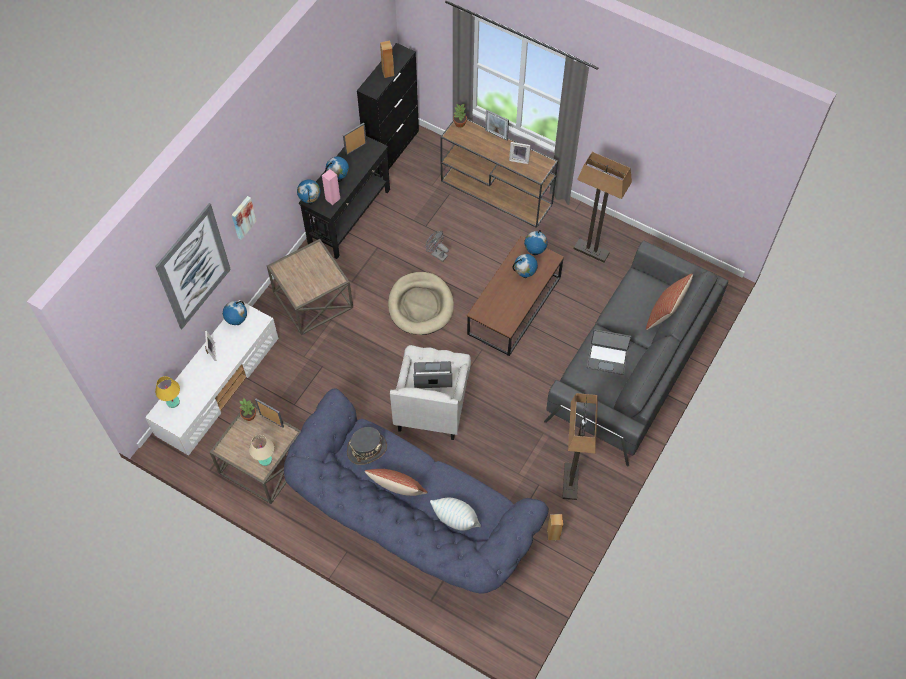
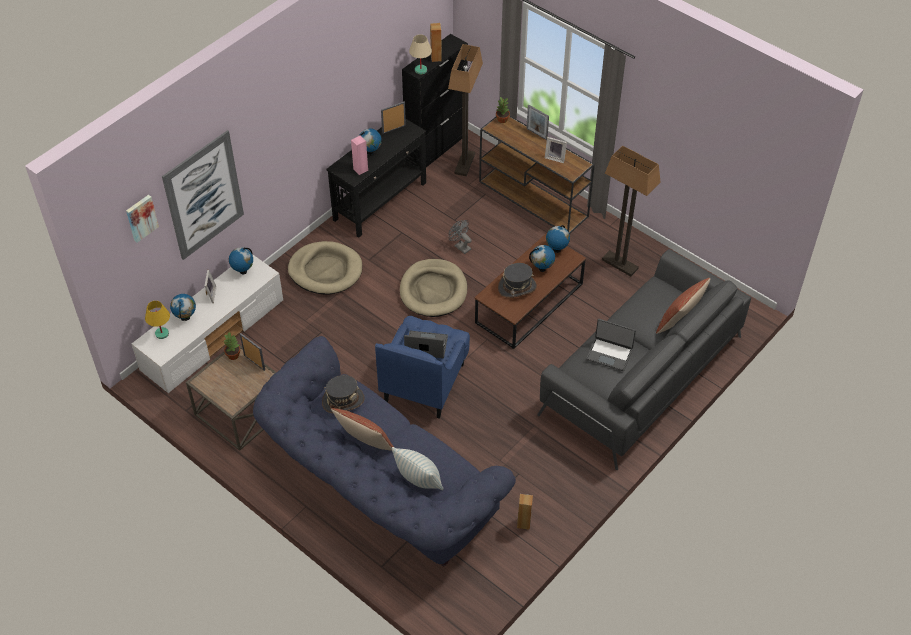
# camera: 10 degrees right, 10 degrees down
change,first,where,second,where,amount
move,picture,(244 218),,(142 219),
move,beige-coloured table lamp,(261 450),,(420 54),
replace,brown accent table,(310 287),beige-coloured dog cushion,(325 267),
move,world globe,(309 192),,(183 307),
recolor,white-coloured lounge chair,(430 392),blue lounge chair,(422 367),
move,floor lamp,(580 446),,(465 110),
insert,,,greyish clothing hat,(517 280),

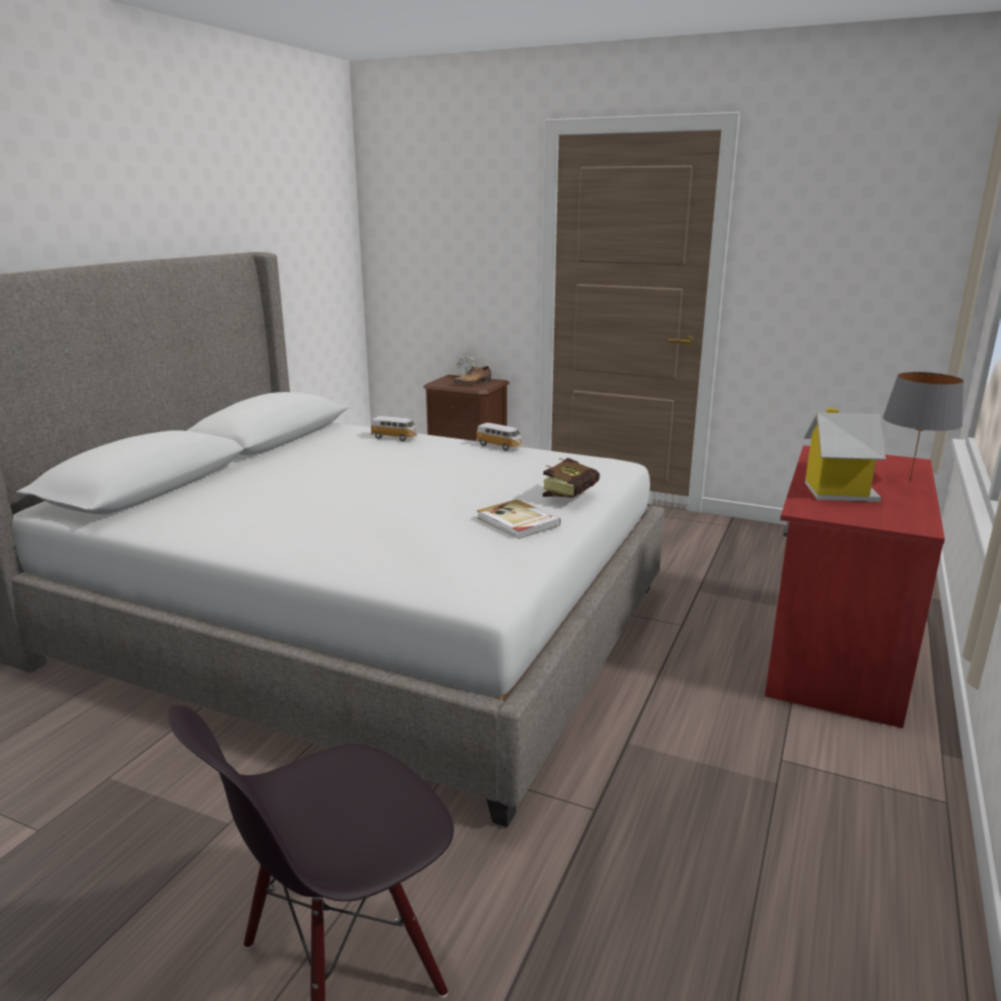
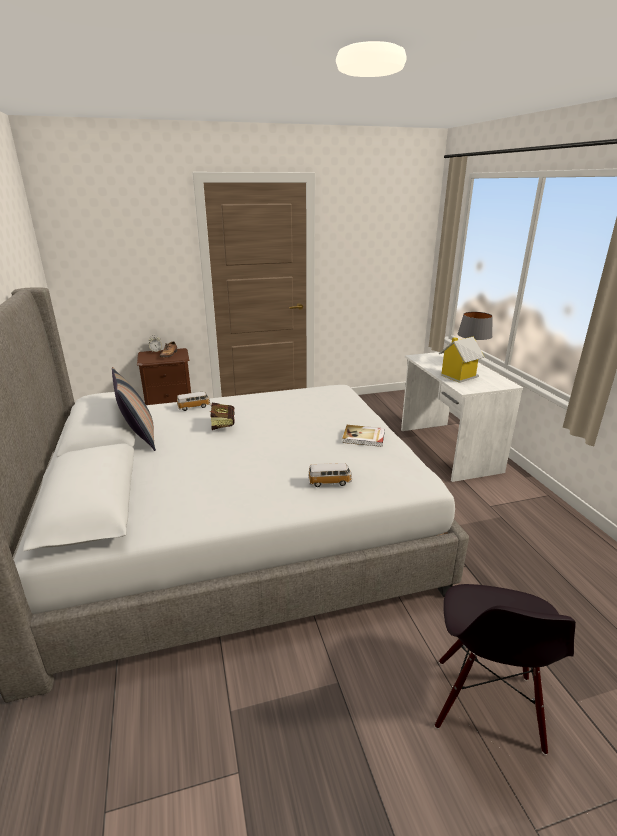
# camera: 40 degrees left, 5 degrees up
change,first,where,second,where,amount
move,model car,(499 437),,(330 475),
move,book,(571 478),,(222 416),
recolor,red desk unit,(855 586),white-coloured desk unit,(462 417),
insert,,,cushion,(134 409),

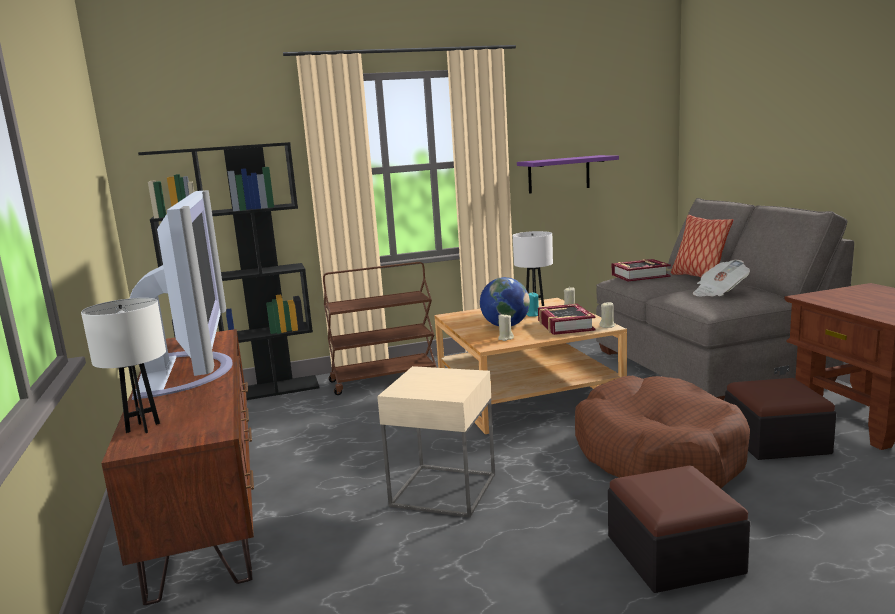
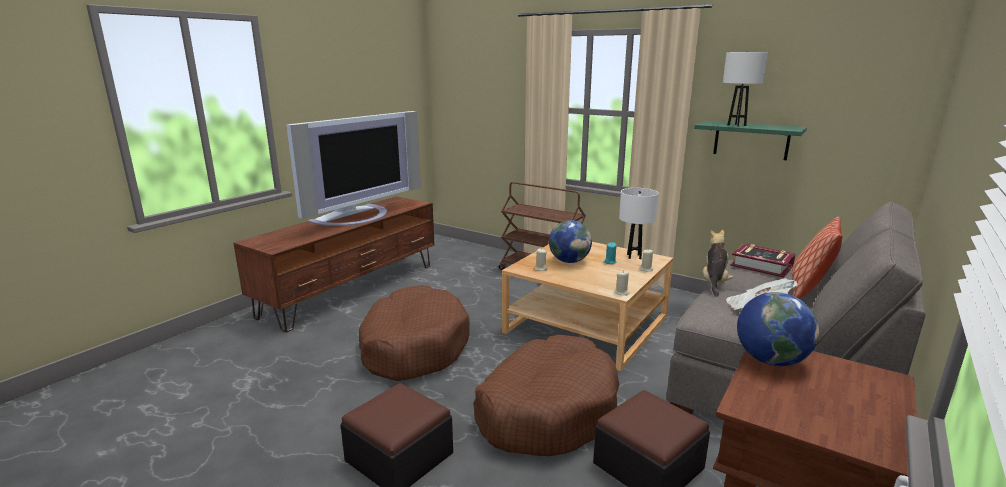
# camera: 50 degrees right, 5 degrees up
change,first,where,second,where,amount
move,white-coloured table lamp,(123 365),,(745 89),
delete,black bookshelf,(228 271),,,
replace,beige-coloured accent table,(436 442),brown dog cushion,(414 333),
recolor,purple wall shelf,(568 174),greenish wall shelf,(750 140),
delete,book,(567 319),,,
insert,,,plush toy,(718 263),
insert,,,world globe,(778 329),

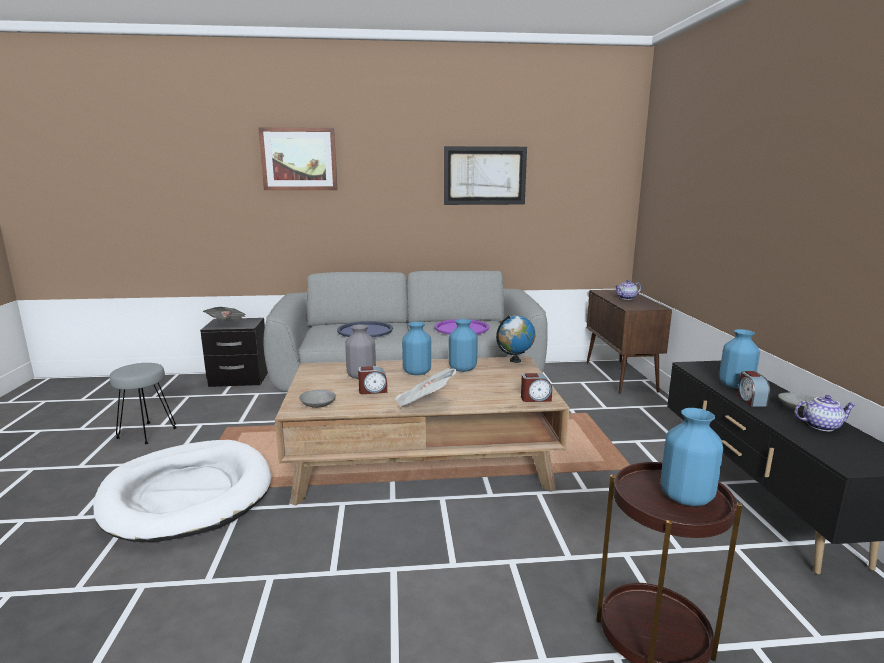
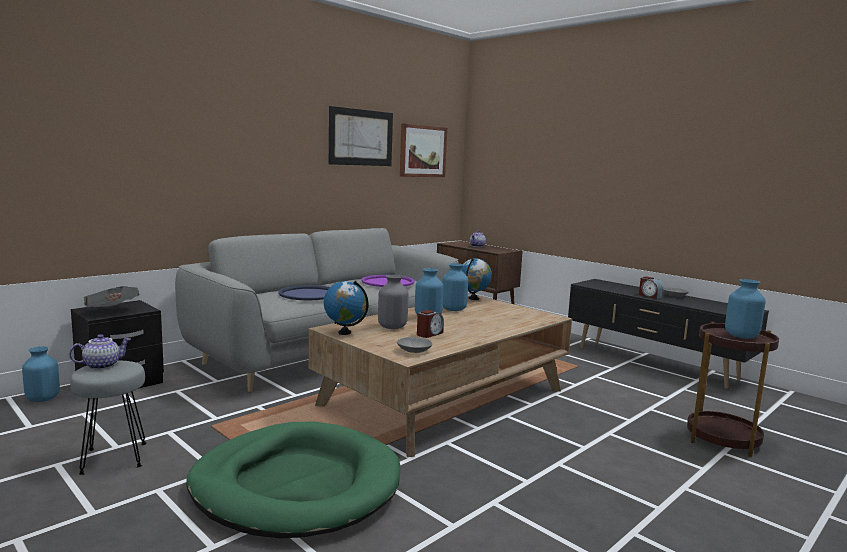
# camera: 40 degrees left, 5 degrees down
change,first,where,second,where,amount
recolor,white-coloured dog cushion,(182 491),greenish dog cushion,(293 479),
move,picture,(298 158),,(423 150),
delete,daily paper,(426 388),,,
delete,bedside clock,(536 387),,,
move,blue flower vase,(739 359),,(41 374),
move,pot for tea,(825 413),,(100 352),
insert,,,world globe,(346 308),

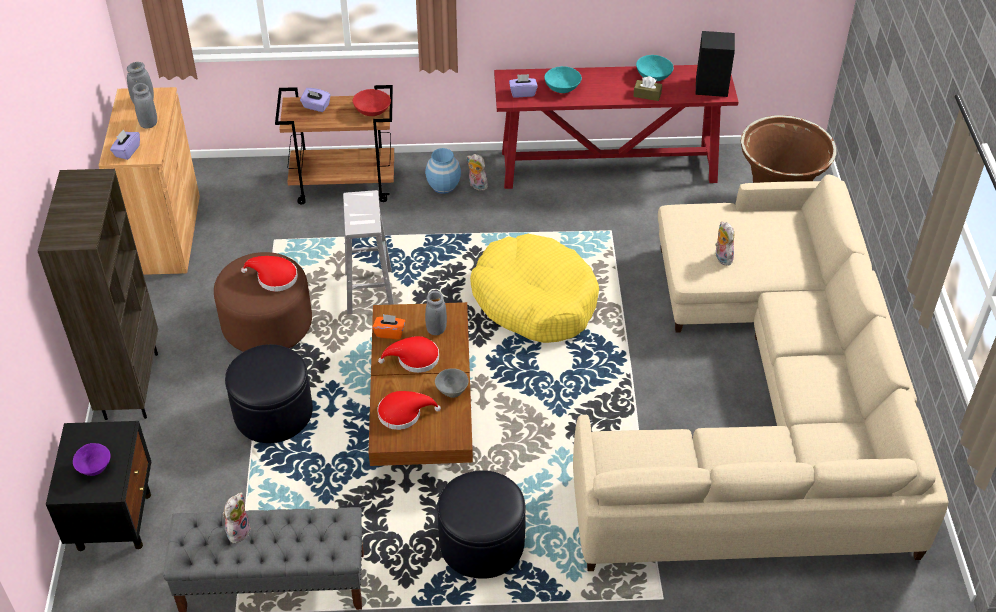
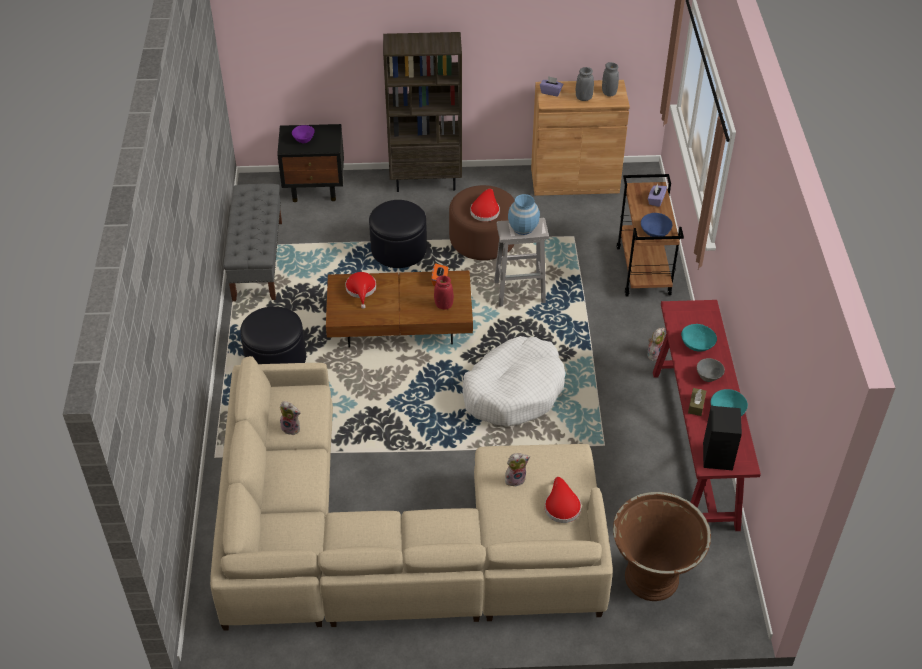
# camera: 90 degrees right, 0 degrees up
change,first,where,second,where,amount
move,plush toy,(237 517),,(290 418),
recolor,red bowl,(372 102),blue bowl,(657 225),
move,red clothing hat,(408 354),,(563 500),
move,blue flower vase,(443 171),,(524 214),
recolor,greyish flower vase,(436 313),red flower vase,(444 292),
move,greyish bowl,(452 383),,(711 370),
recolor,yellowish dog cushion,(534 288),white-coloured dog cushion,(513 381),
delete,purple box of tissues,(523 86),,,

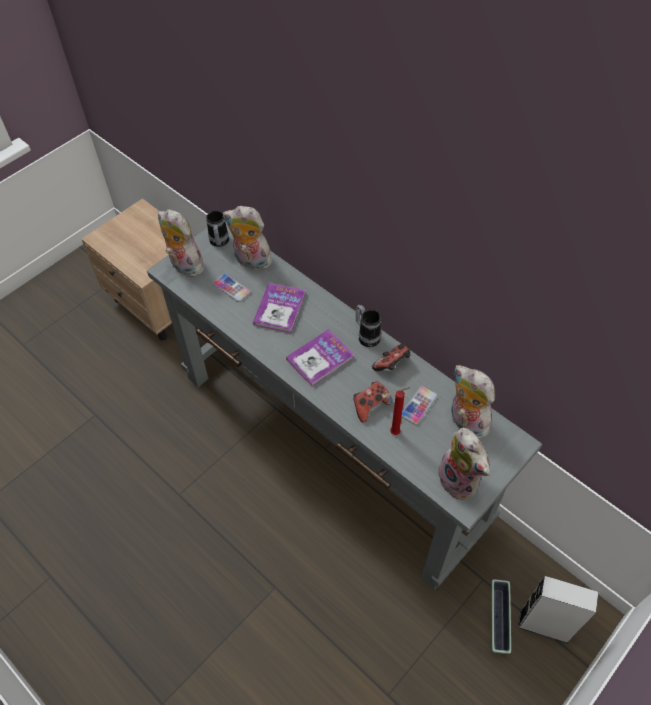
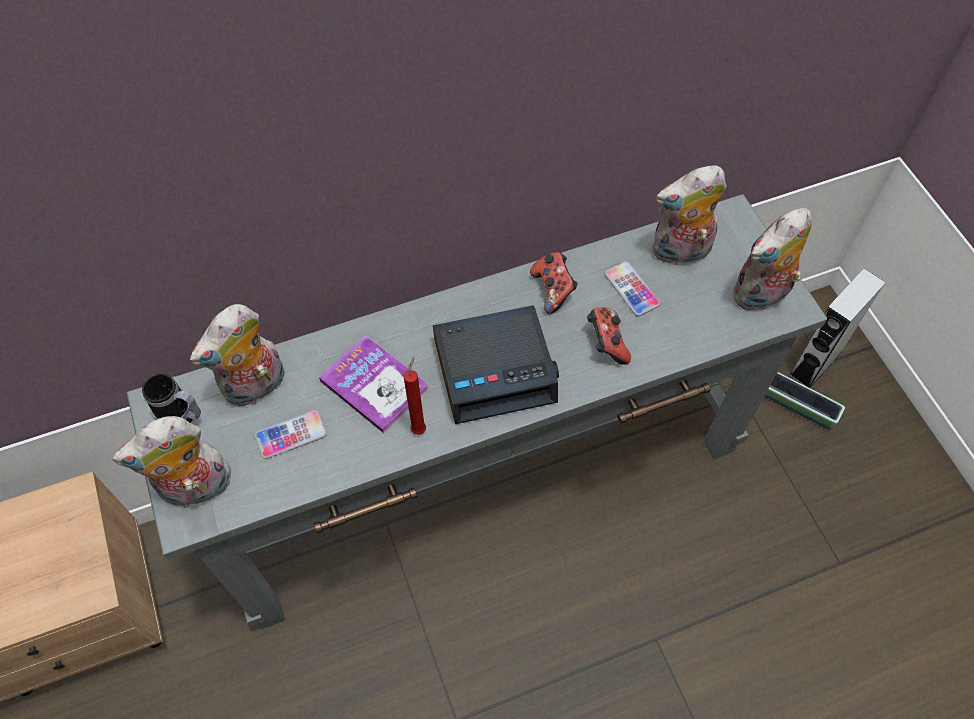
# camera: 65 degrees left, 5 degrees up
change,first,where,second,where,amount
replace,book,(320 358),bedside clock,(496 364),
delete,mug,(368 326),,,
move,red wax candle,(400 411),,(415 396),
rotate,plush toy,(464 464),,(772 259),150 degrees clockwise

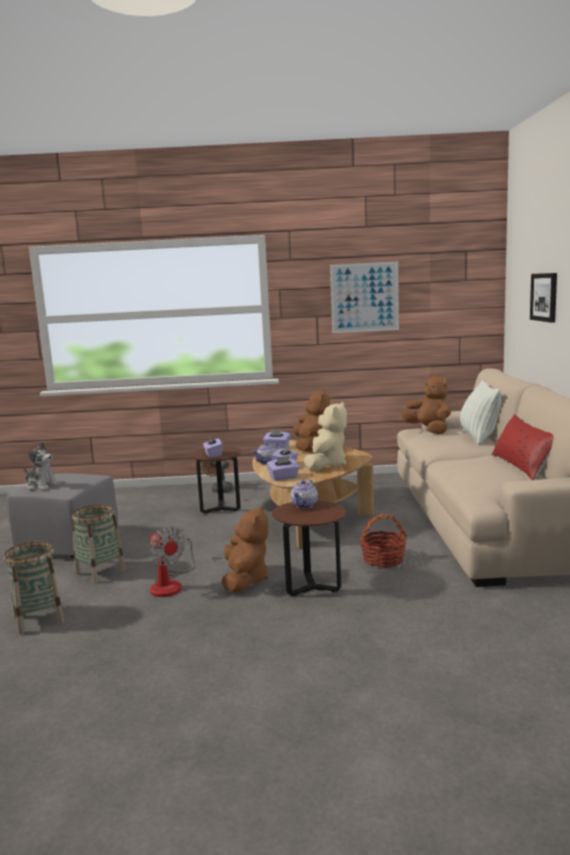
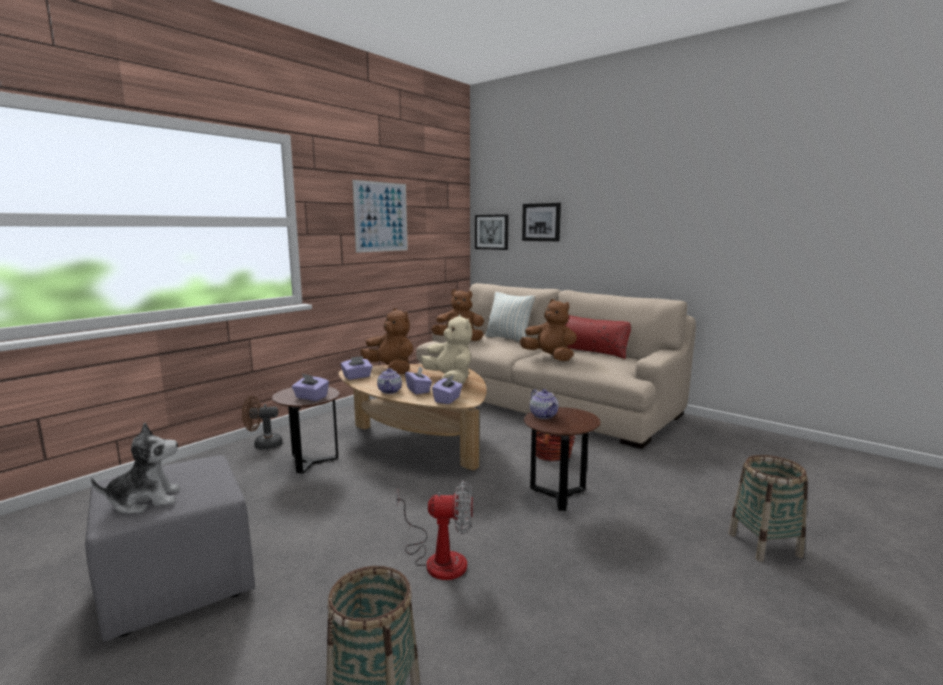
# camera: 50 degrees left, 0 degrees up
change,first,where,second,where,amount
move,household basket,(99 543),,(768 508),
move,brown plush toy,(245 549),,(548 330),
insert,,,picture,(492 232),

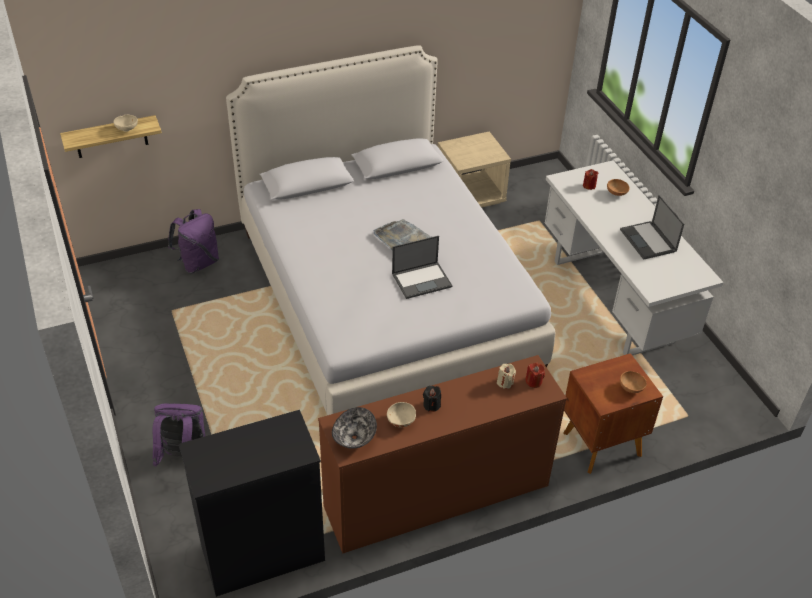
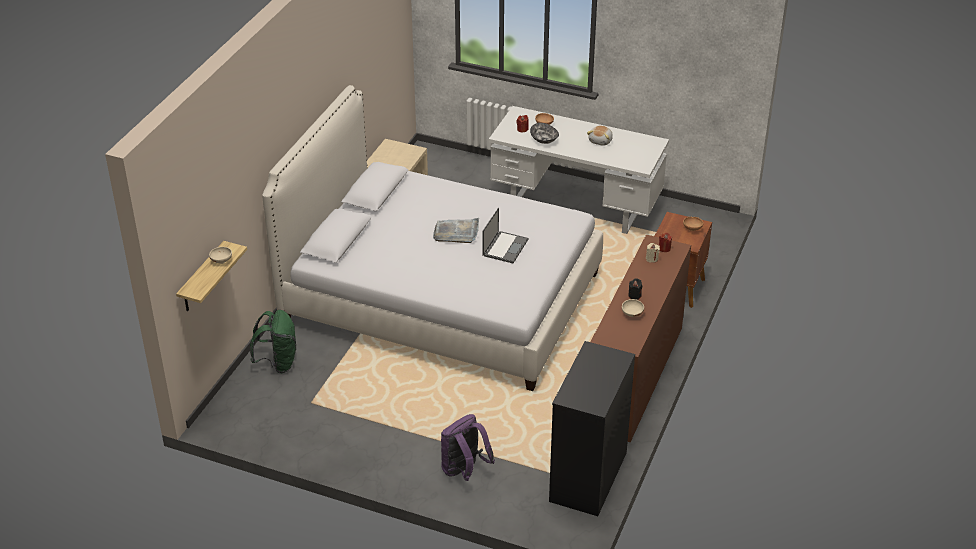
# camera: 45 degrees left, 5 degrees down
change,first,where,second,where,amount
recolor,purple backpack,(193 241),greenish backpack,(273 341),
move,bowl,(354 428),,(544 133),
replace,portable computer,(652 227),plush toy,(600 136),

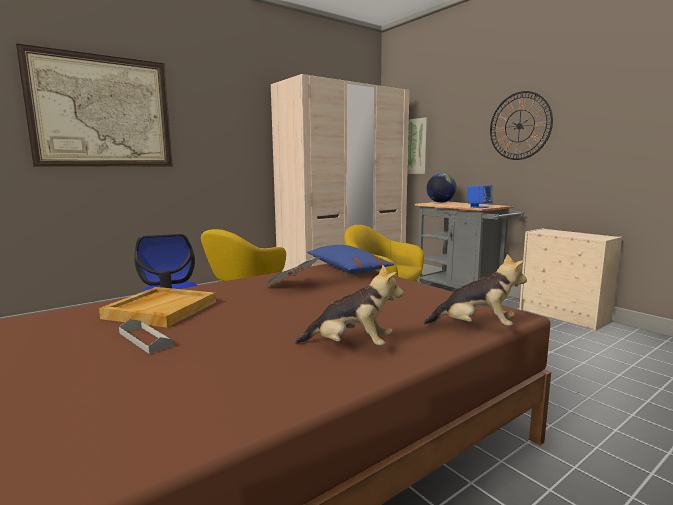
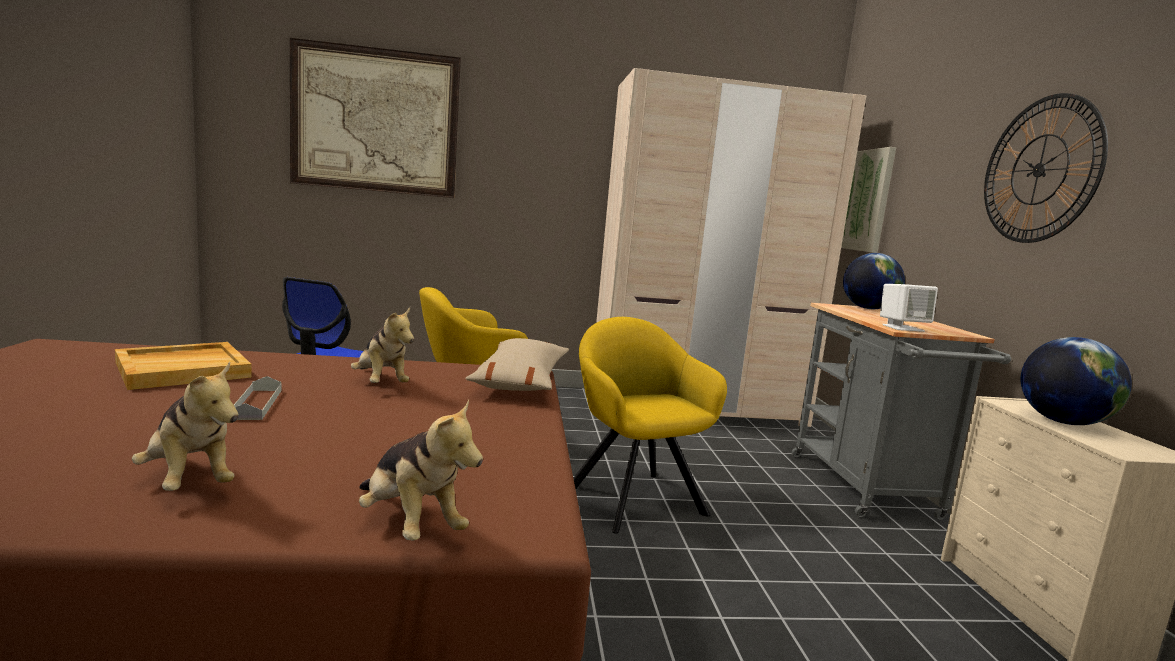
# camera: 30 degrees right, 0 degrees up
change,first,where,second,where,amount
move,greyish tray,(146 336),,(258 398),
replace,daily paper,(292 271),plush toy,(382 345),
recolor,blue cushion,(350 259),beige-coloured cushion,(517 364),
recolor,blue audio speaker,(480 196),white-coloured audio speaker,(909 308),
insert,,,world globe,(1076 381),

